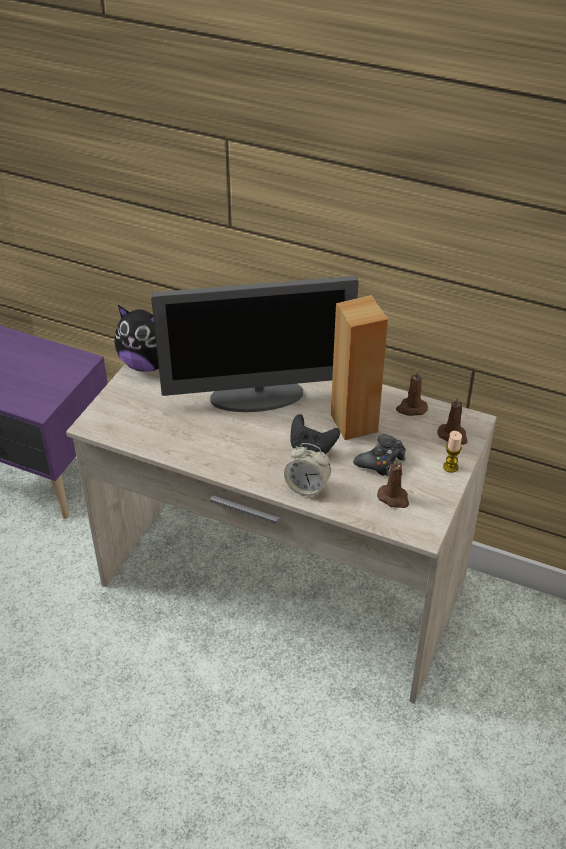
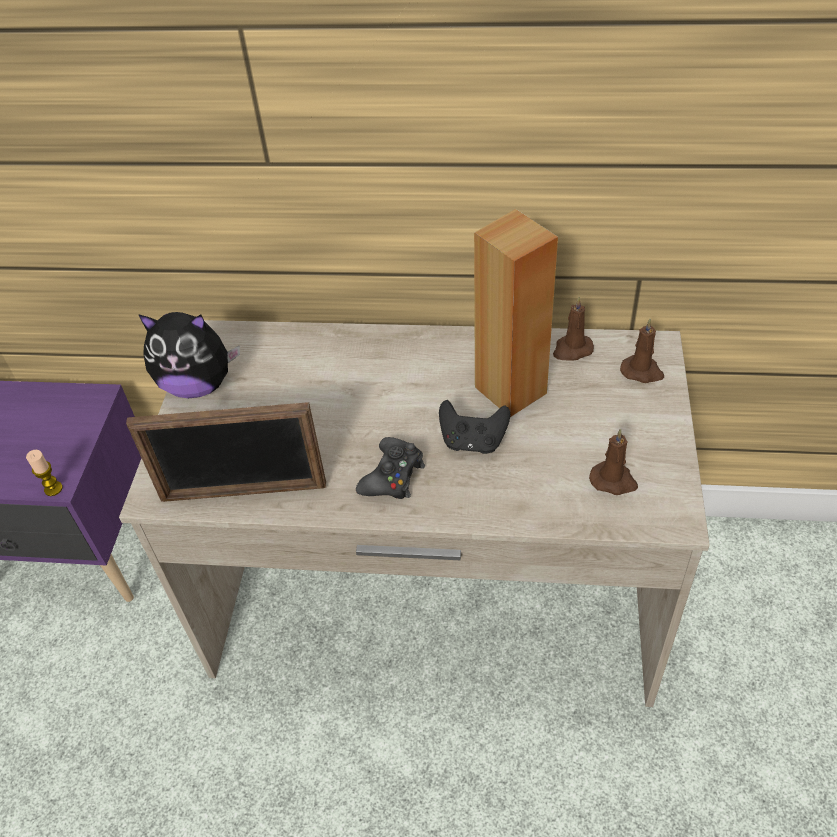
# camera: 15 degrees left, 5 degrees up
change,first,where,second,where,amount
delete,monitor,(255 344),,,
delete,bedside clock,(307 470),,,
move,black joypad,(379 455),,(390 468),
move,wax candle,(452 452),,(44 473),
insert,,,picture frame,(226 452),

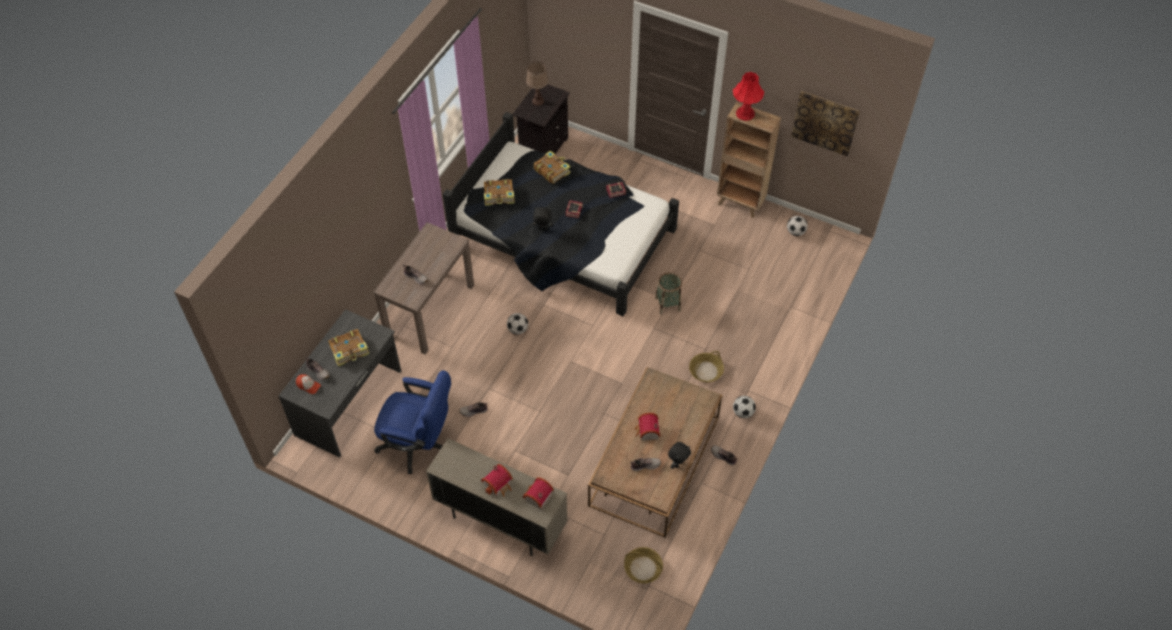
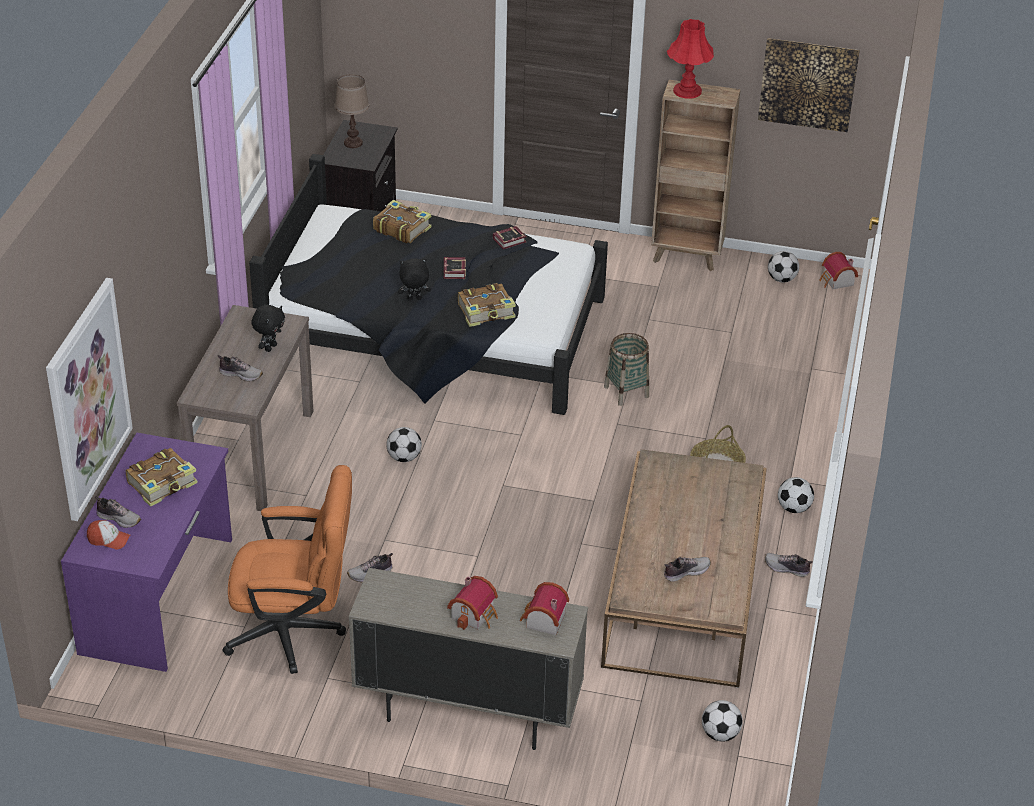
# camera: 15 degrees left, 15 degrees down
change,first,where,second,where,amount
recolor,greyish desk unit,(340 383),purple desk unit,(146 552),
recolor,blue office chair,(412 422),orangey office chair,(287 569),
move,book,(499 192),,(487 305),
replace,household basket,(643 565),ball for football,(722 721),
move,model house,(648 426),,(838 270),
move,black plush toy,(679 455),,(268 328),
insert,,,picture,(89 399),

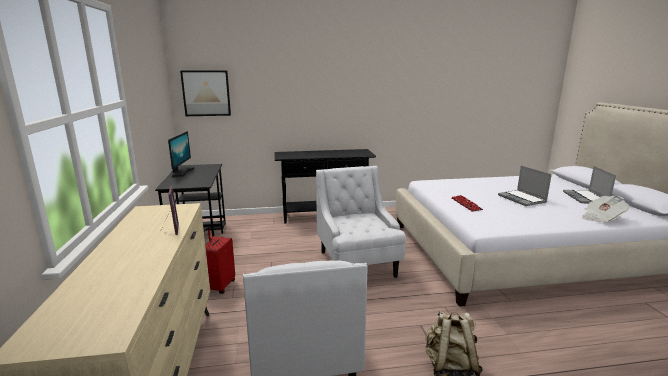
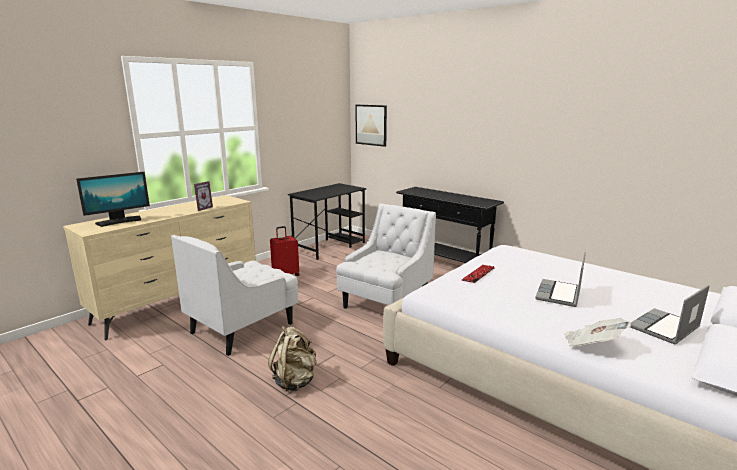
# camera: 50 degrees right, 0 degrees up
change,first,where,second,where,amount
move,monitor,(181 154),,(113 199),

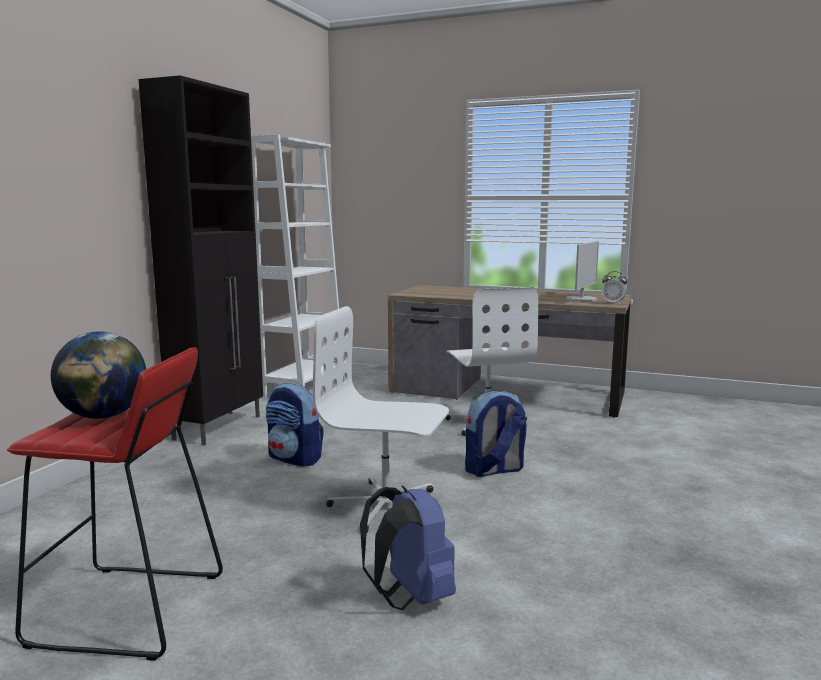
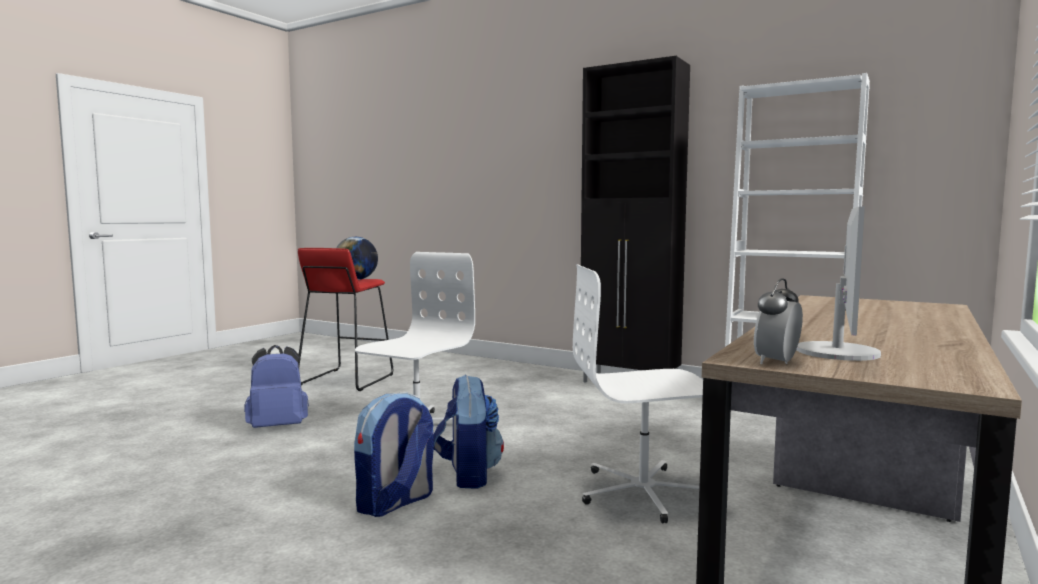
# camera: 100 degrees right, 5 degrees down
change,first,where,second,where,amount
move,backpack,(295 425),,(394 454),
rotate,monitor,(582 271),,(838 283),105 degrees counterclockwise

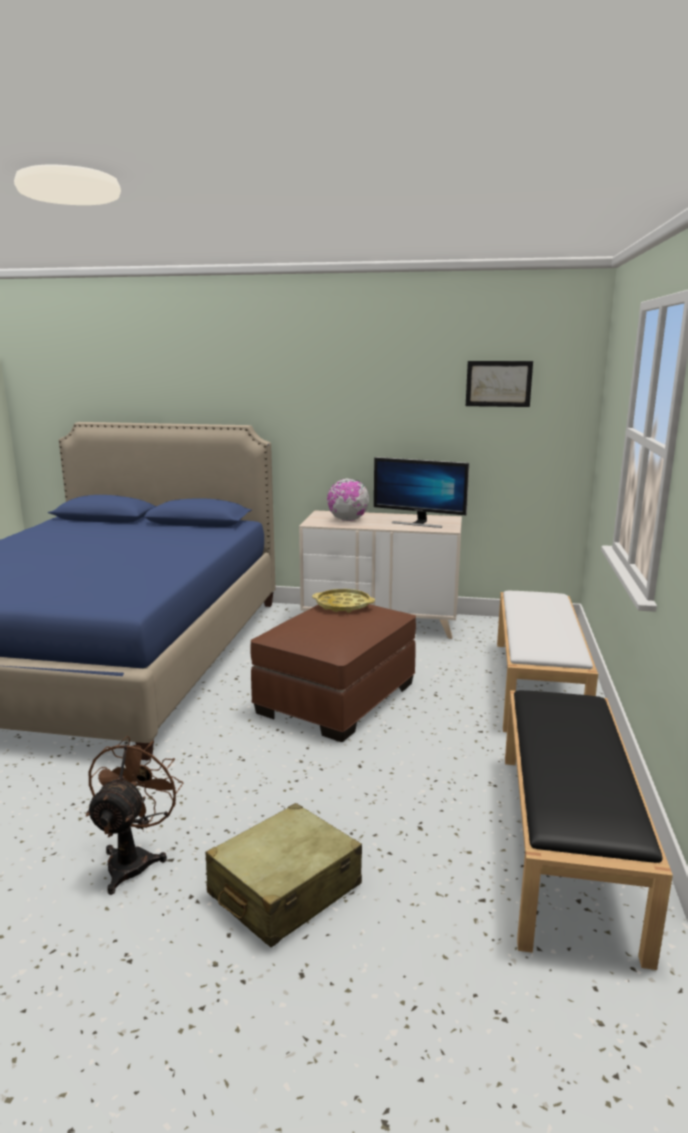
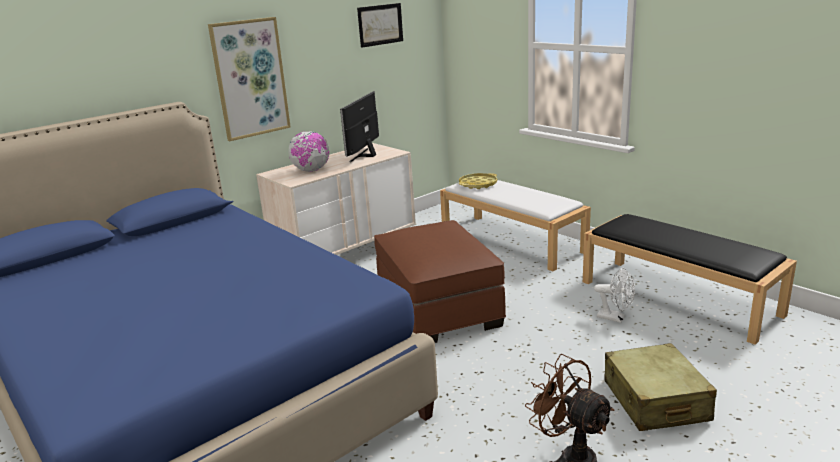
# camera: 50 degrees left, 5 degrees up
change,first,where,second,where,amount
move,yellowish tray,(343 601),,(478 181),
rotate,monitor,(421 492),,(359 126),135 degrees clockwise
insert,,,picture,(249 79),
insert,,,white-coloured cooling fan,(614 295),

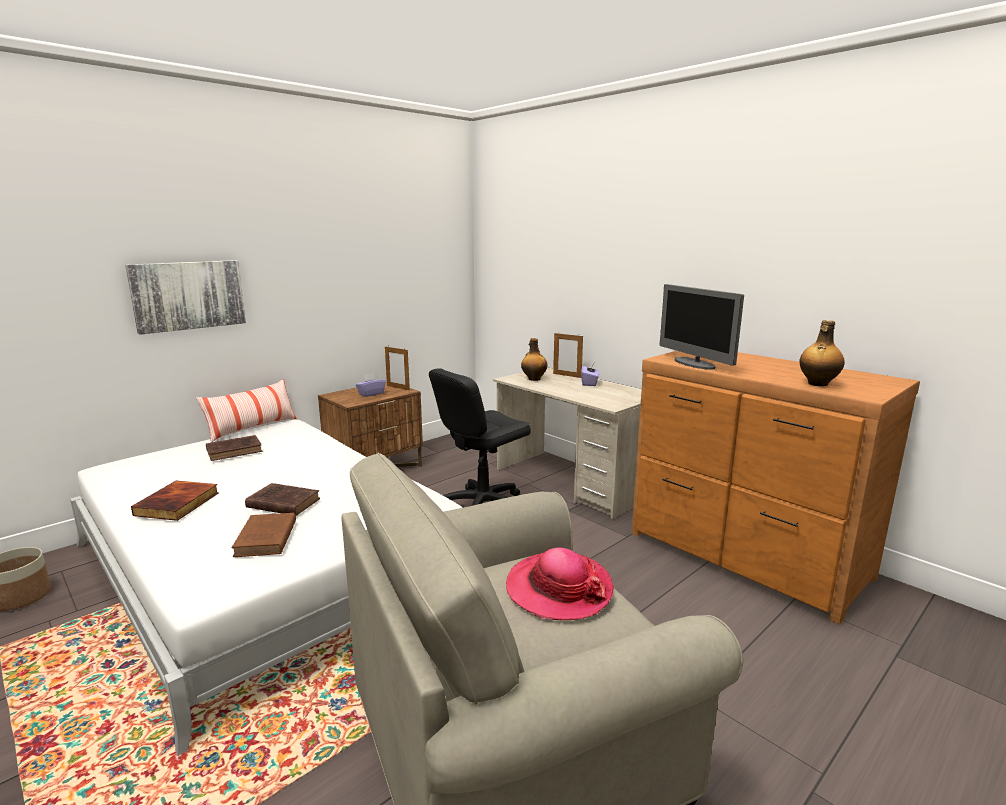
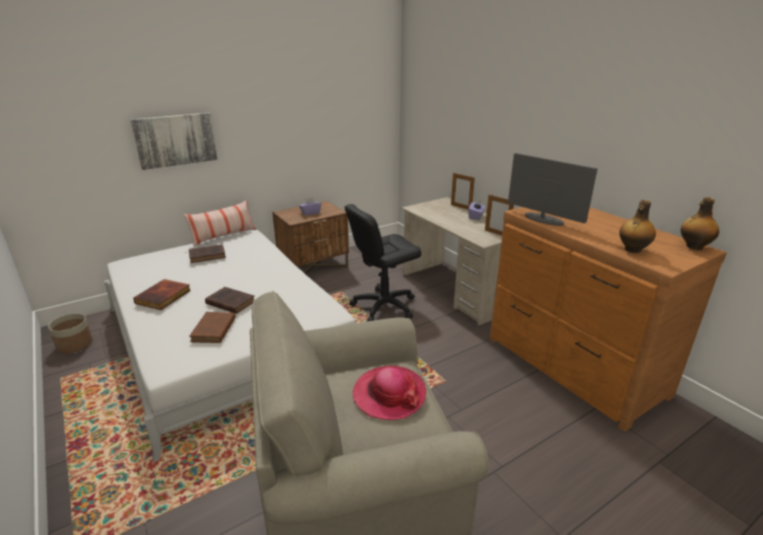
# camera: 10 degrees right, 10 degrees up
change,first,where,second,where,amount
move,picture frame,(397 368),,(499 215),
move,drink bottle,(534 359),,(700 223),
rotate,monitor,(701 327),,(552 189),150 degrees clockwise

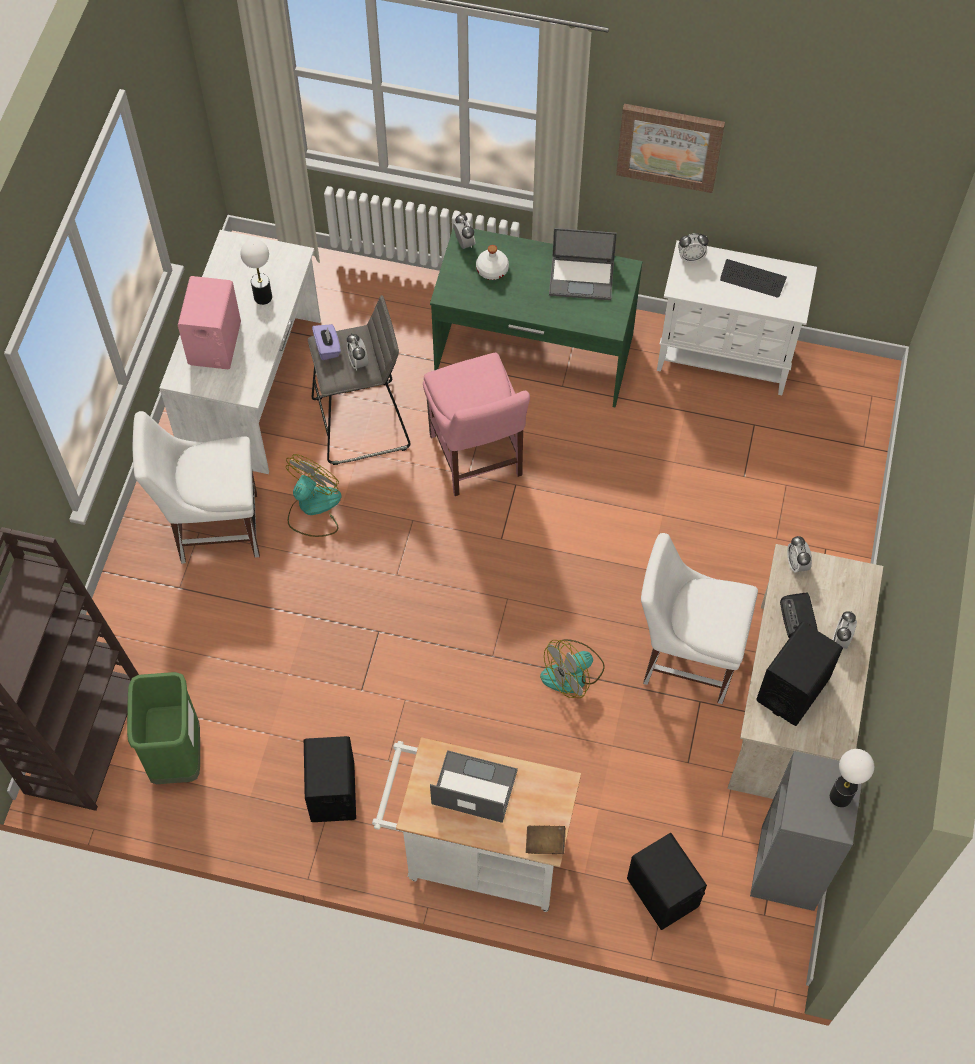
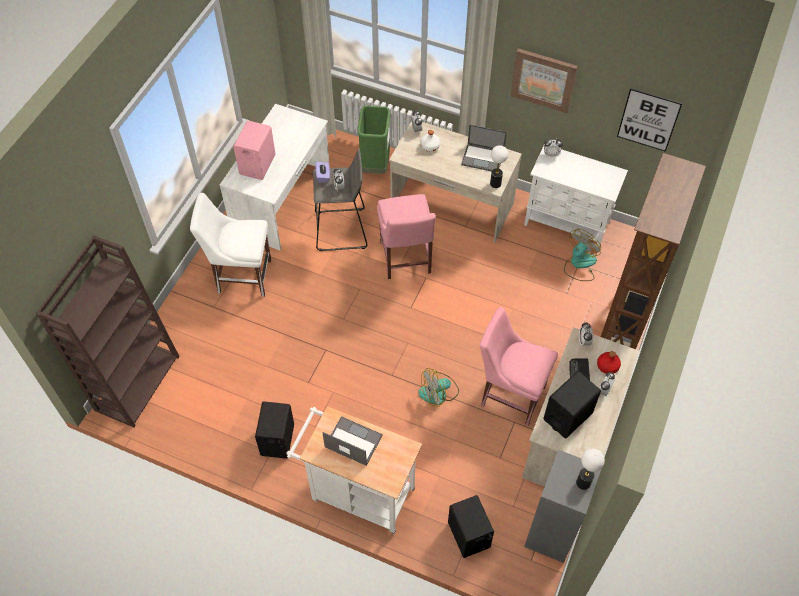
# camera: 10 degrees right, 5 degrees down
change,first,where,second,where,amount
move,greenish trash can,(163 728),,(373 140),
move,table lamp,(256 272),,(499 166),
move,cooling fan,(314 495),,(582 255),
recolor,greenish desk unit,(536 317),beige-coloured desk unit,(455 182),
delete,brown book,(546 839),,,
recolor,white-coloured plain chair,(699 618),pinkish plain chair,(519 366),
delete,computer keyboard,(753 278),,,
insert,,,red drink bottle,(609 362),
insert,,,brown bookshelf,(653 251),
insert,,,picture,(649 120),

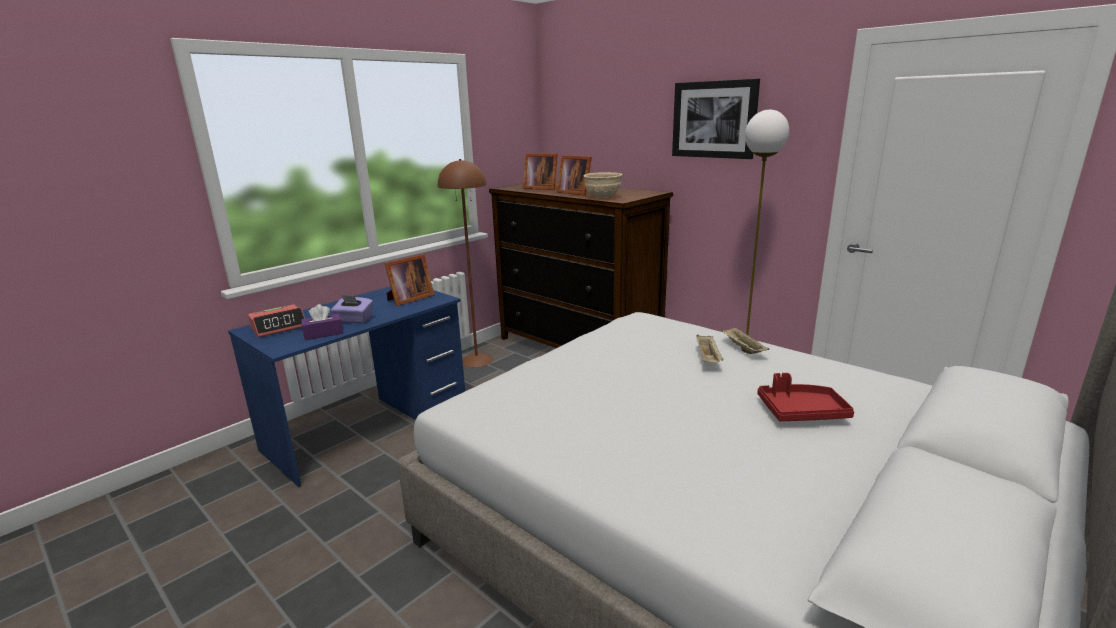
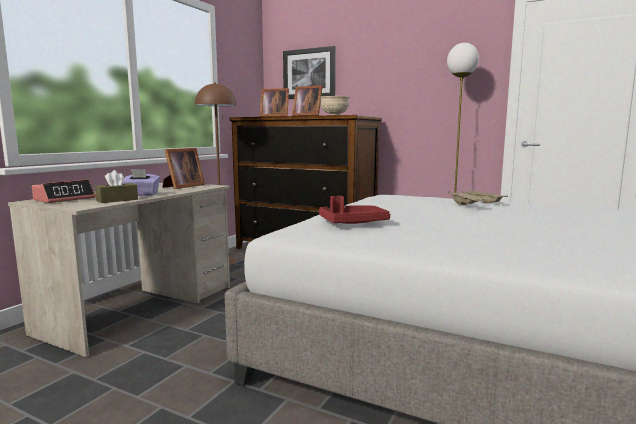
# camera: 15 degrees left, 10 degrees down
change,first,where,second,where,amount
recolor,blue desk unit,(346 386),beige-coloured desk unit,(119 270),
recolor,purple box of tissues,(322 322),brown box of tissues,(116 186),
move,picture,(716 119),,(309 72),
move,red tray,(806 397),,(354 210),

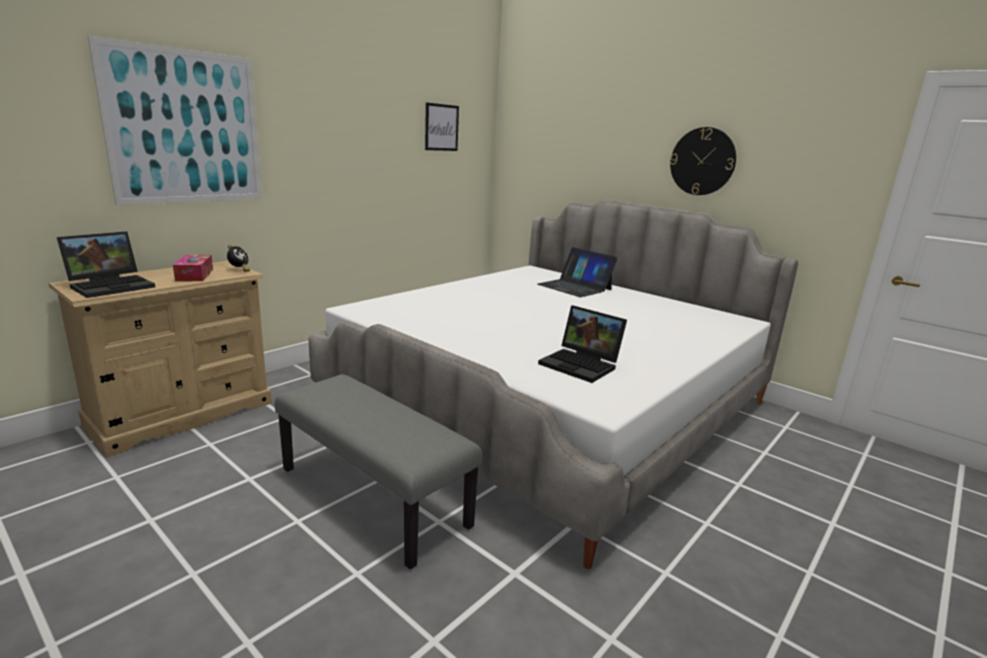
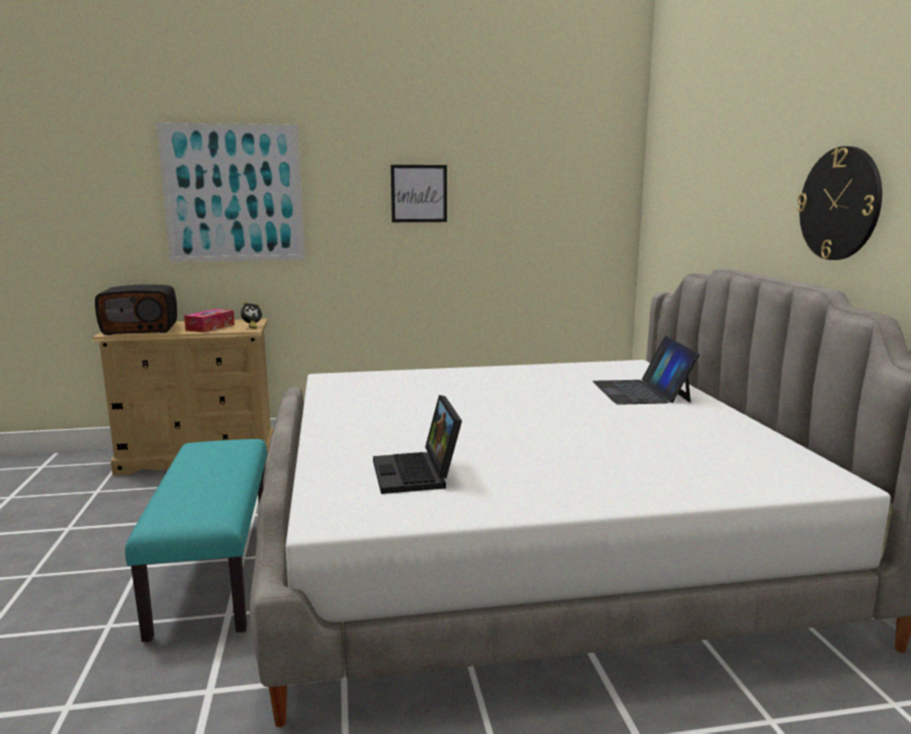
# camera: 40 degrees right, 5 degrees down
change,first,where,second,where,amount
replace,portable computer,(106 264),radio,(136 309),
recolor,greyish long seat,(378 472),blue-green long seat,(196 540),
move,picture,(442 126),,(419 193),

